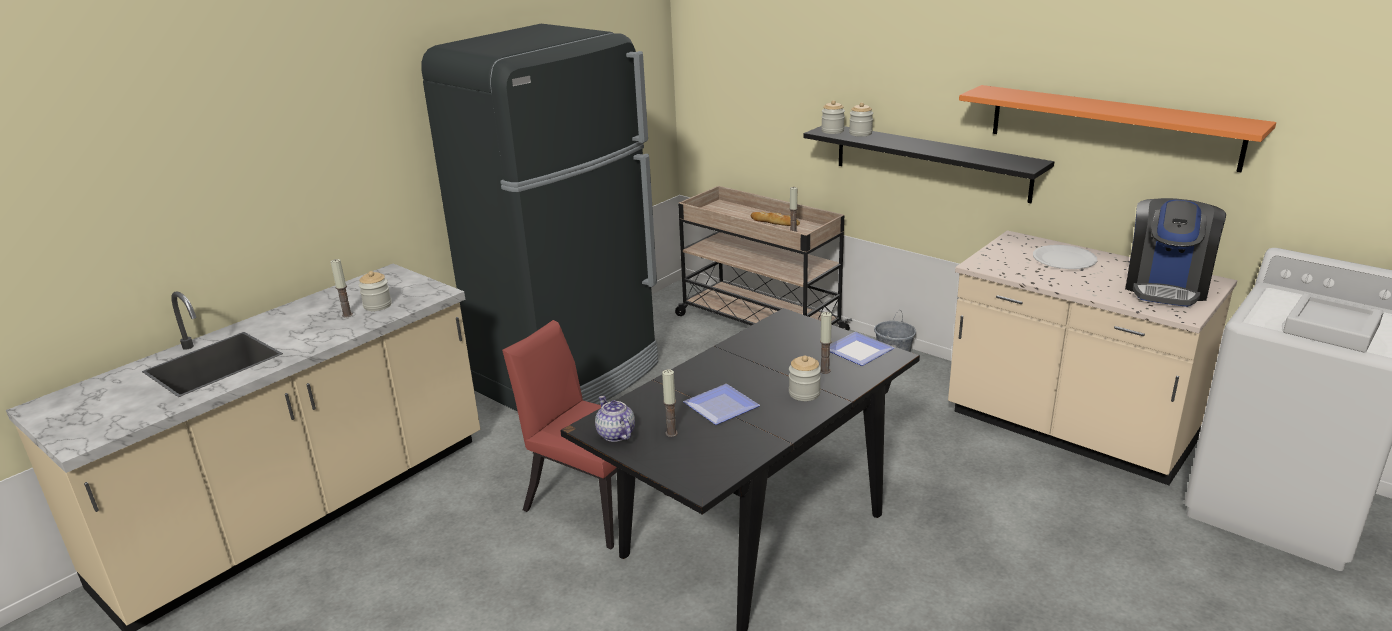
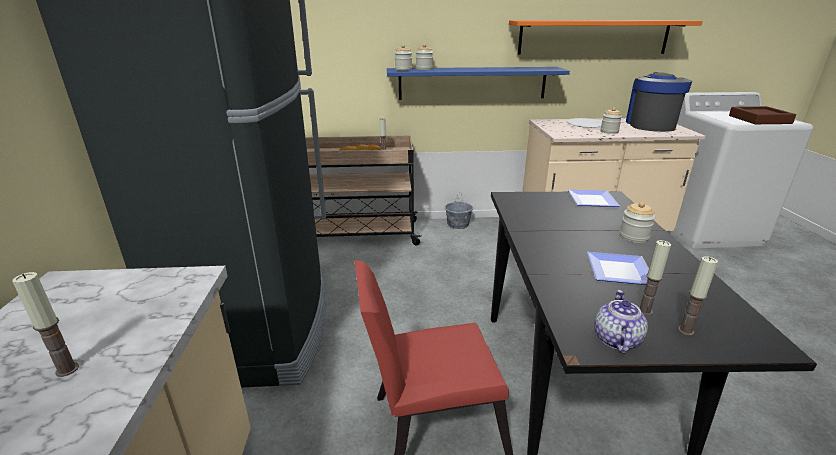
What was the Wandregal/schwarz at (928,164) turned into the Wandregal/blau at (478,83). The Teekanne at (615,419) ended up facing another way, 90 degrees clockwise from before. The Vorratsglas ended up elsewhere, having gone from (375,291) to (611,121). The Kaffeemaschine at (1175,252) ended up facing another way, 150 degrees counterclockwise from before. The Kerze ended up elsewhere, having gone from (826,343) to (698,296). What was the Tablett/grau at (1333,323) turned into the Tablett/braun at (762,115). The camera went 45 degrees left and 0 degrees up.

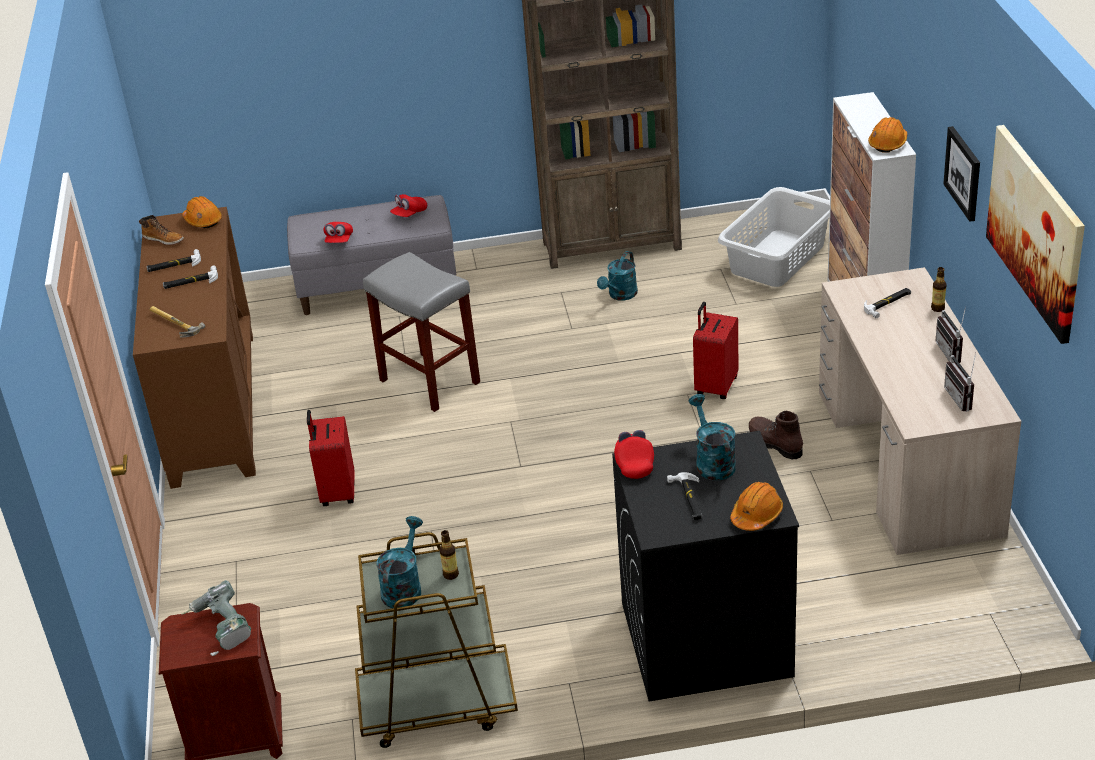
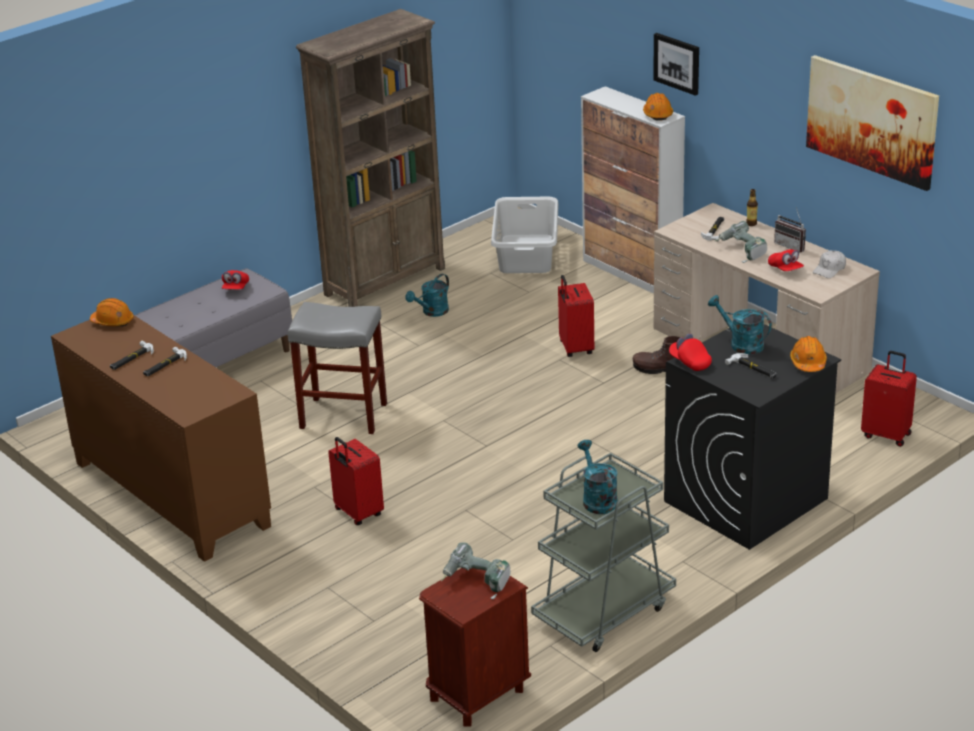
The Gießkanne/türkis at (617,275) ended up facing another way, 45 degrees clockwise from before. What was the Rollwagen/braun at (436,640) turned into the Rollwagen/grau at (603,552). The Bild ended up elsewhere, having gone from (961,174) to (676,64). The second view gained the Bohrmaschine at (741,242). The Kappe/rot ended up elsewhere, having gone from (338,232) to (786,260). Where the Radio stood at (960,382), the Kappe/weiß came to stand at (829,264). The second view gained the Koffer/rot at (889,399). The second view lost the Stiefel at (161,230). The second view lost the Hammer at (177,322). The second view lost the Flasche at (449,555). The camera went 35 degrees left and 5 degrees down.

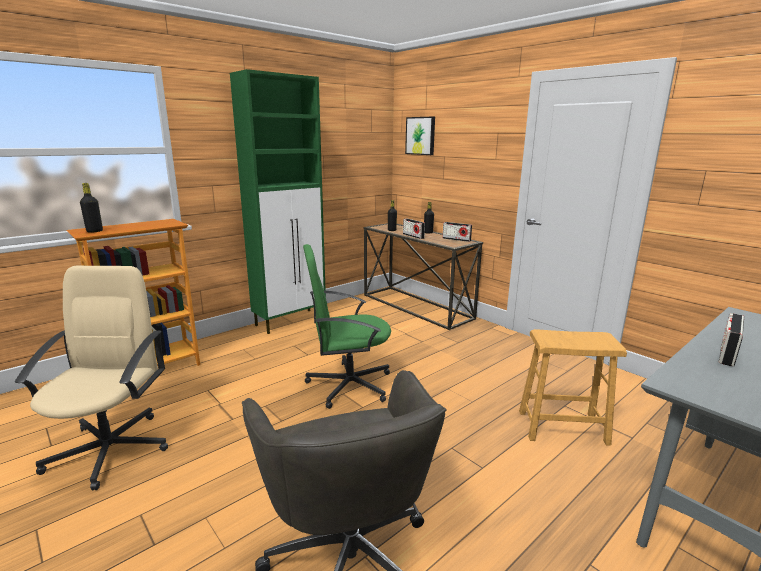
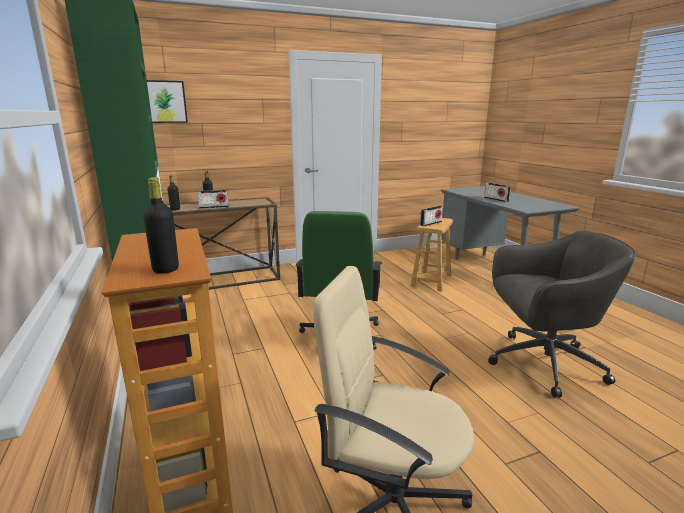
The Radio ended up elsewhere, having gone from (457,232) to (431,216). The camera went 70 degrees left and 0 degrees up.

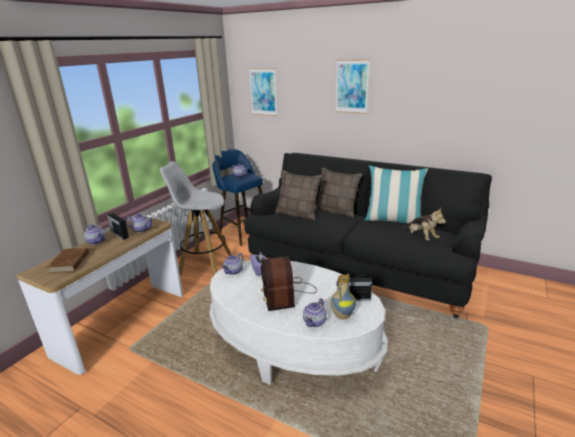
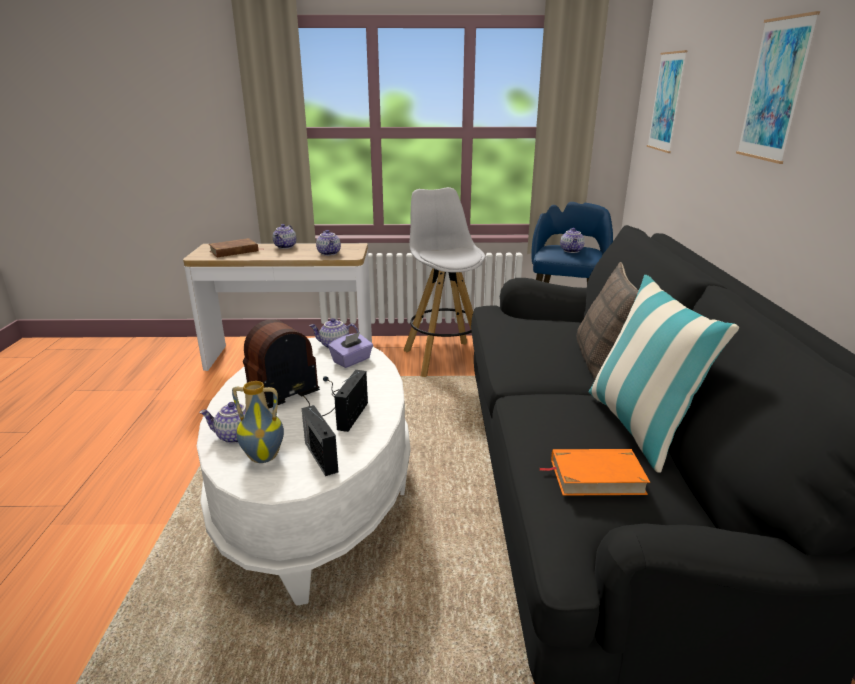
The Radio ended up elsewhere, having gone from (118,226) to (351,401). Where the Plüschtier stood at (424,224), the Buch/orange came to stand at (595,472). The second view lost the Kissen at (298,195). The camera went 60 degrees right and 0 degrees up.

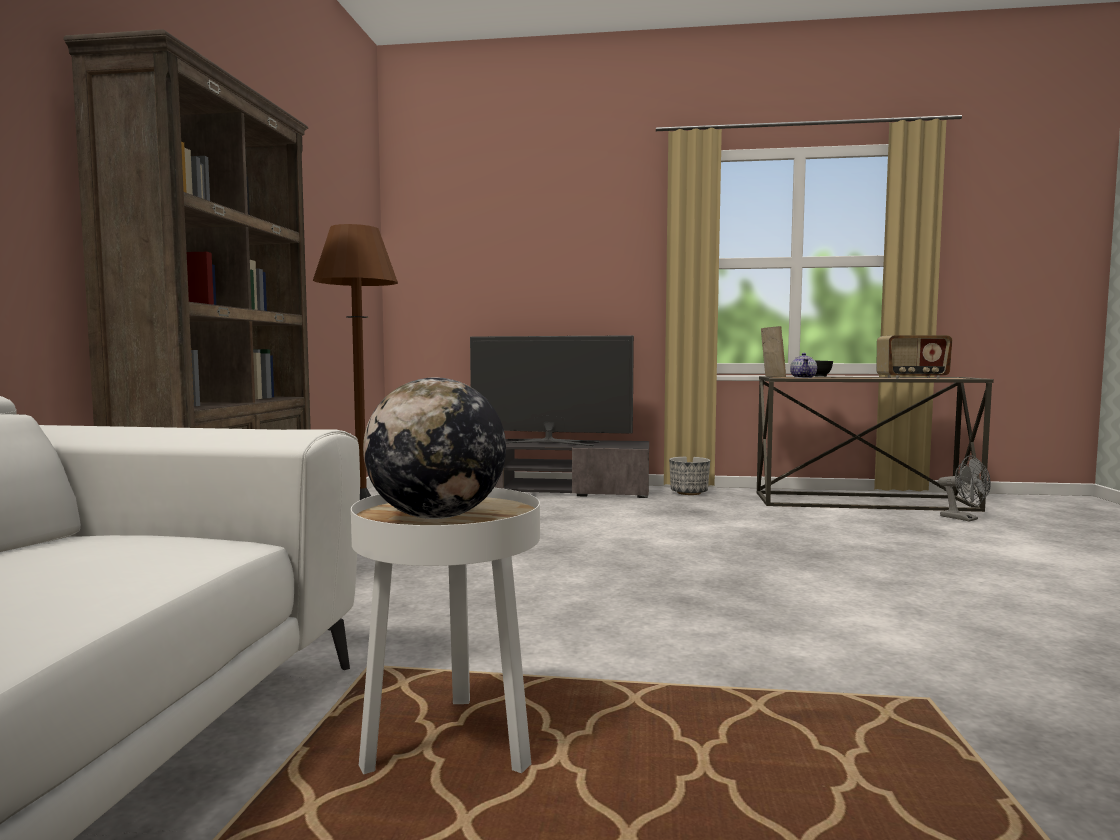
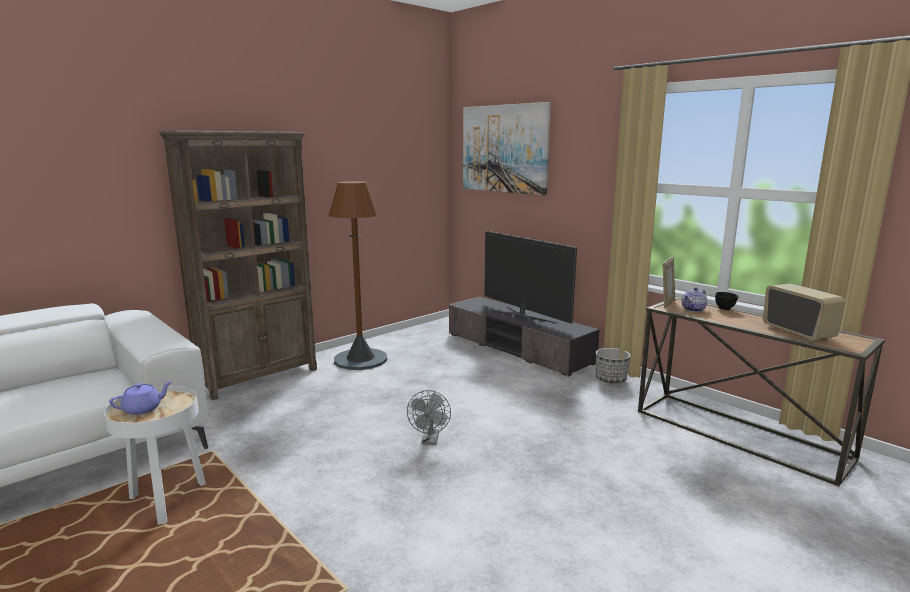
Where the Globus stood at (434,448), the Teekanne/lila came to stand at (140,398). The Ventilator/grau ended up elsewhere, having gone from (964,488) to (429,417). The second view gained the Bild at (507,148). The Radio at (914,357) ended up facing another way, 150 degrees counterclockwise from before. The camera went 40 degrees right and 10 degrees up.

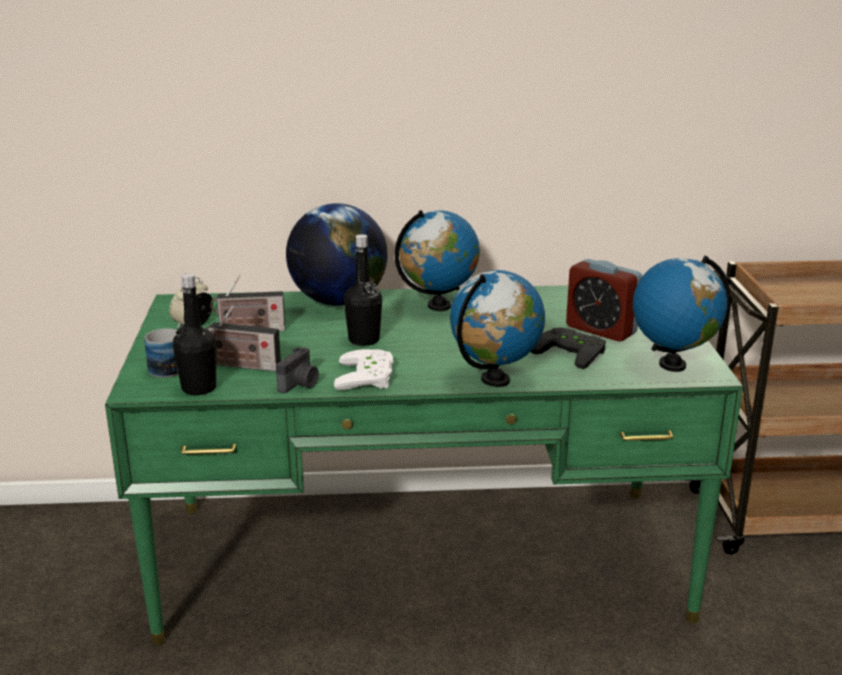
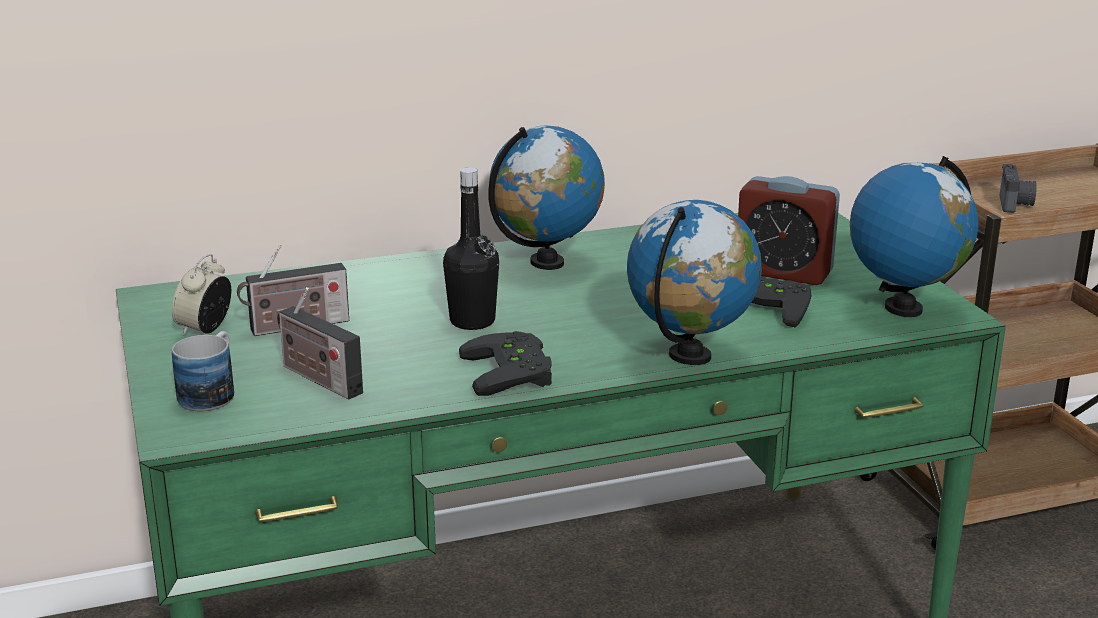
The Radio at (243,339) ended up facing another way, 45 degrees clockwise from before. What was the Gamepad/weiß at (363,369) turned into the Gamepad/schwarz at (505,363). The Kamera ended up elsewhere, having gone from (297,370) to (1018,188). The second view lost the Flasche/schwarz at (194,334). The second view lost the Globus at (337,254). The camera went 15 degrees left and 0 degrees up.

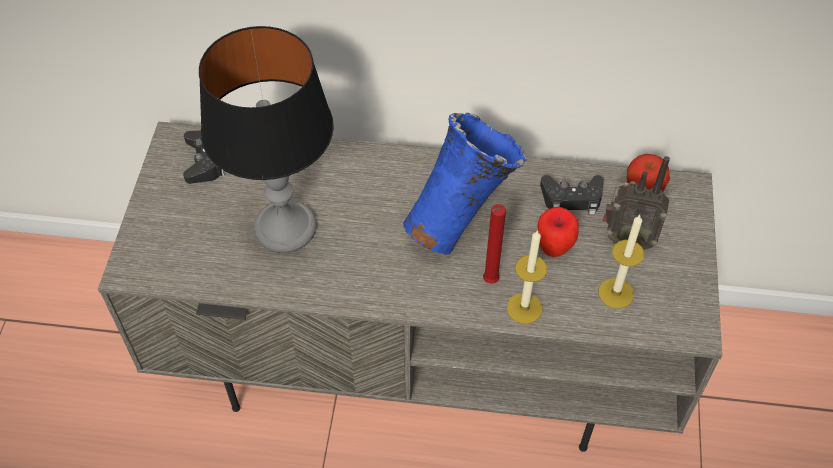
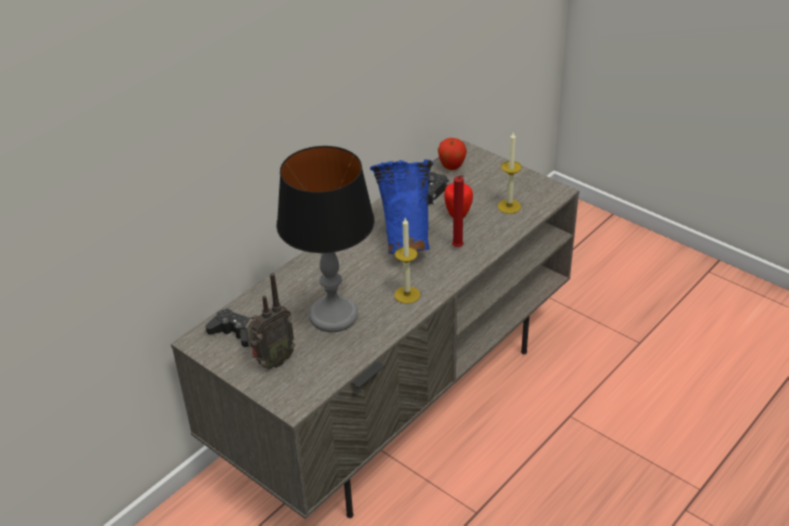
The Radio ended up elsewhere, having gone from (636,203) to (270,321). The Kerze ended up elsewhere, having gone from (527,277) to (407,261). The camera went 55 degrees left and 15 degrees down.

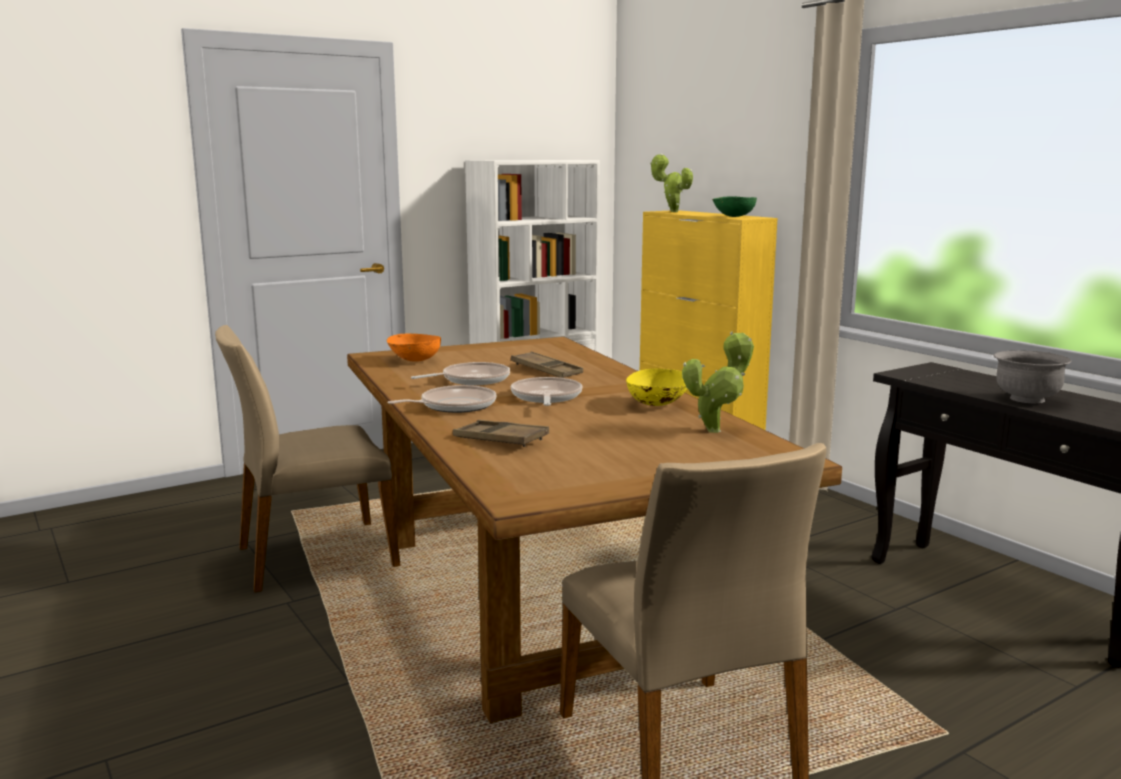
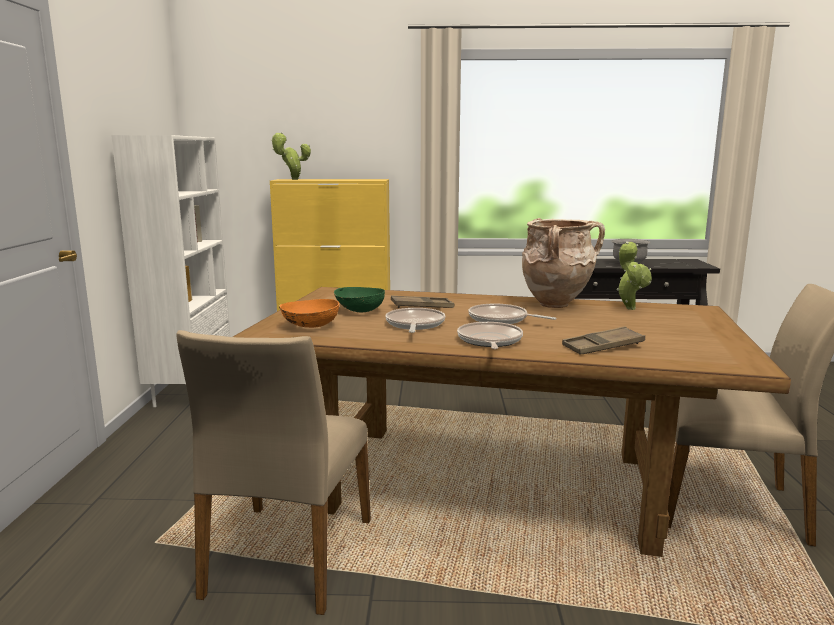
The Schüssel/grün ended up elsewhere, having gone from (734,206) to (359,299). Where the Schüssel/gelb stood at (656,387), the Vase/beige came to stand at (563,263). The camera went 55 degrees left and 0 degrees up.

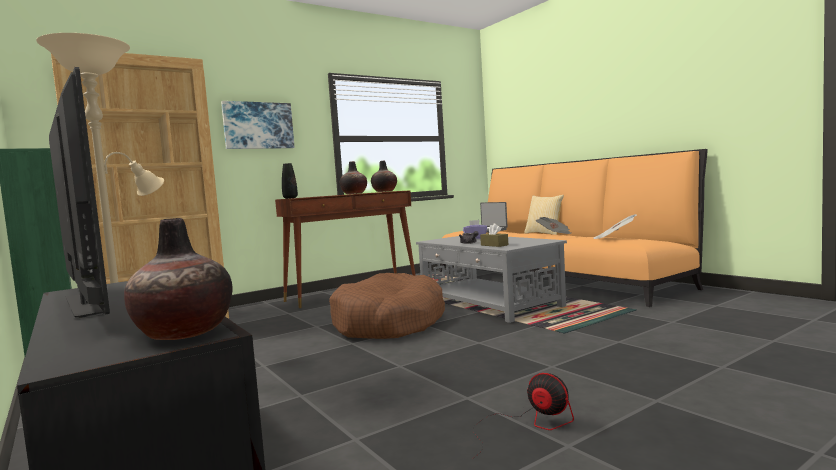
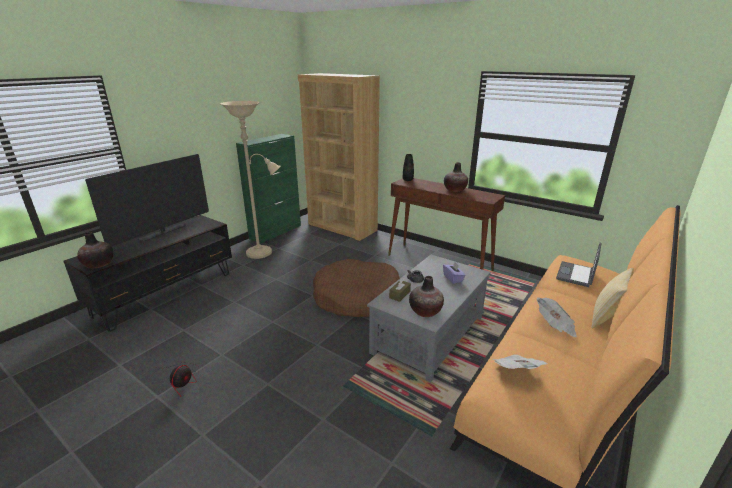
The Vase ended up elsewhere, having gone from (384,176) to (426,296). The second view lost the Bild at (258,125). The camera went 70 degrees right and 20 degrees up.

